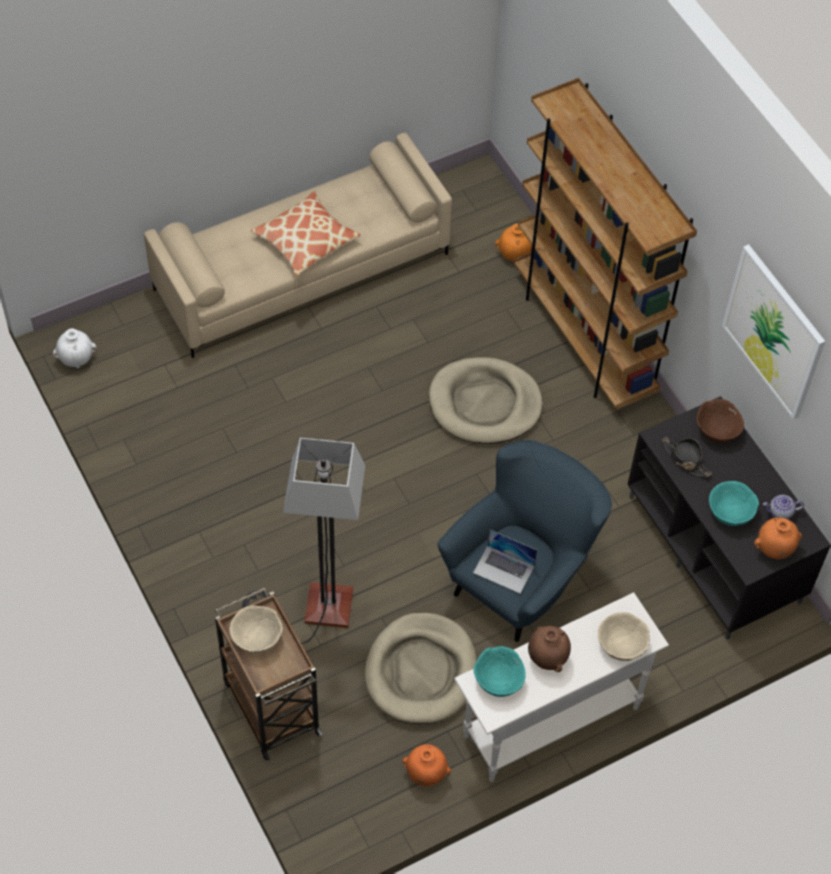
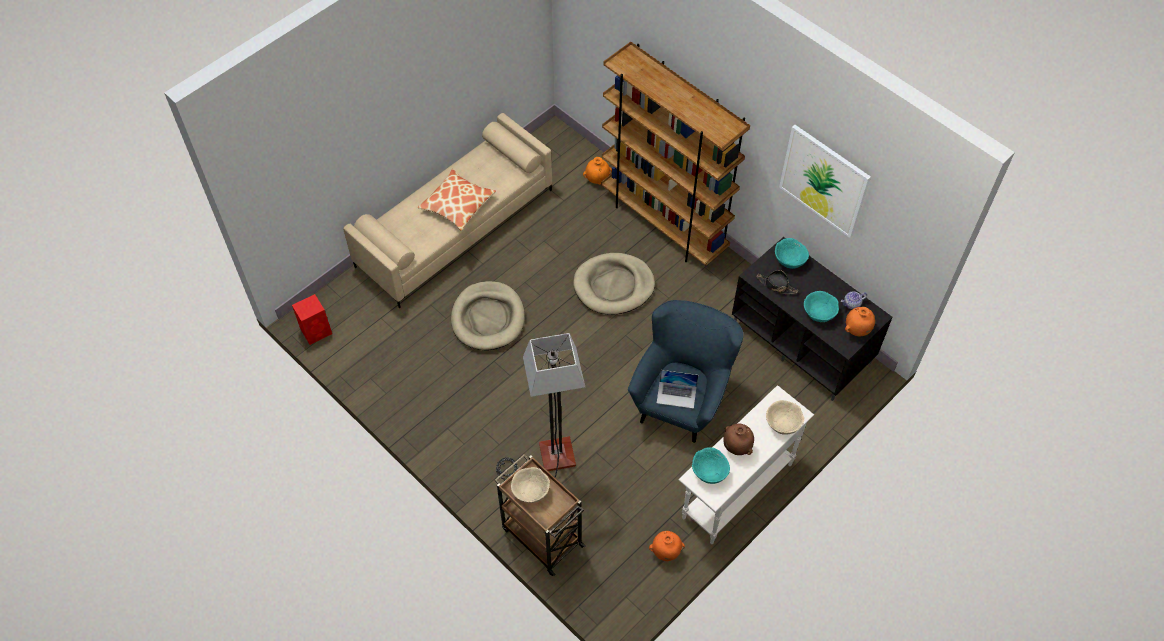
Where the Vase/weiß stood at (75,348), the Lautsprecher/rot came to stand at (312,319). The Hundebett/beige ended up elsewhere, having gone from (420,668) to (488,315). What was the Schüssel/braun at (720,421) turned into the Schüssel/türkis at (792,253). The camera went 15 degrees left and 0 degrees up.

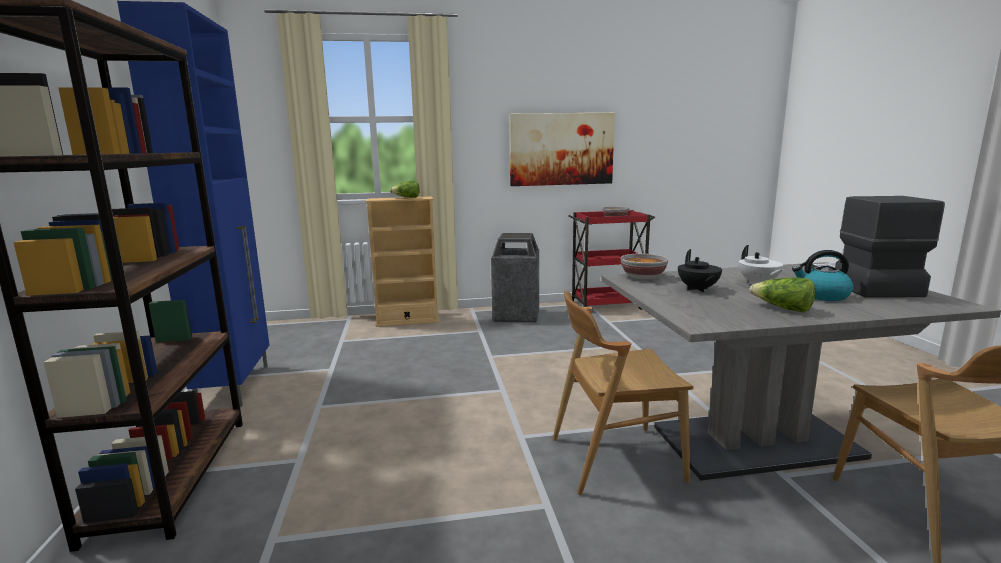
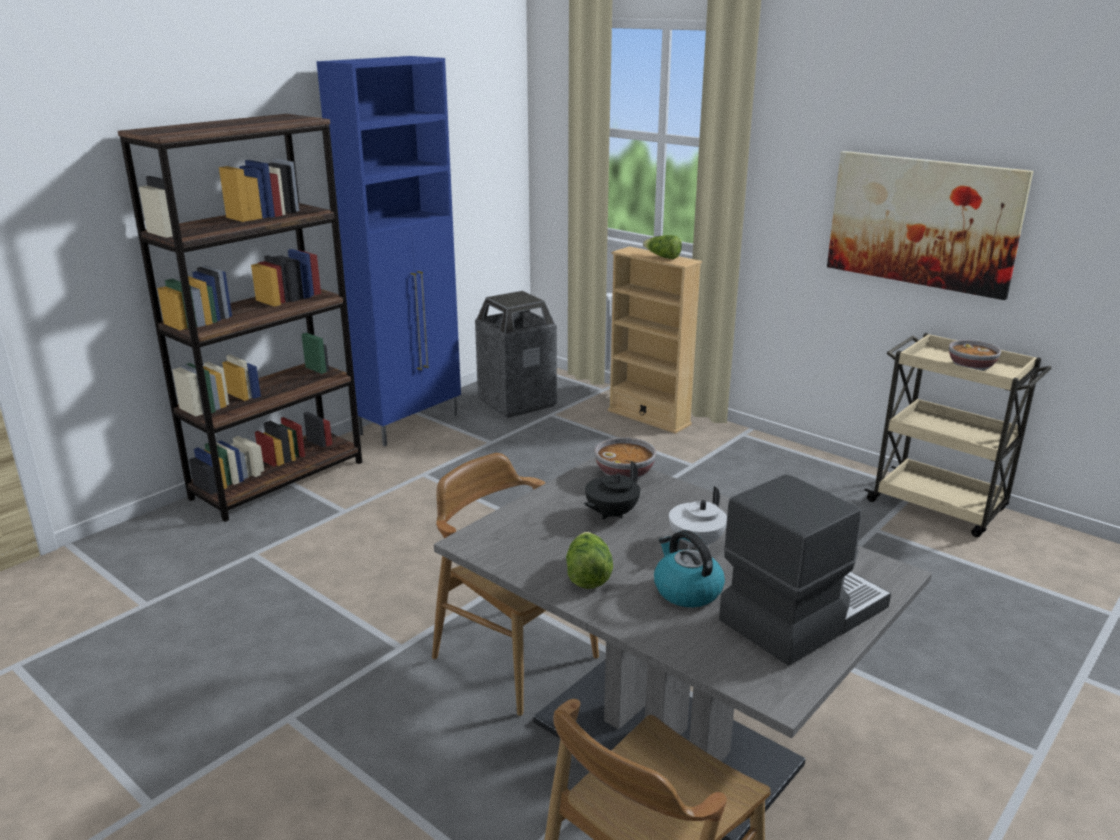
The Mülleimer ended up elsewhere, having gone from (515,278) to (516,354). What was the Rollwagen/rot at (611,260) turned into the Rollwagen/beige at (957,435). The camera went 50 degrees right and 10 degrees up.

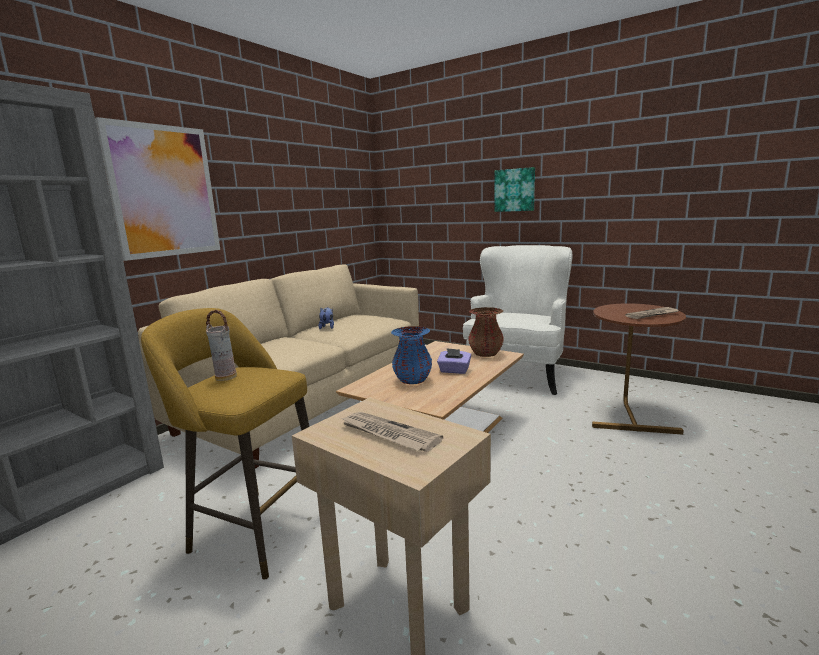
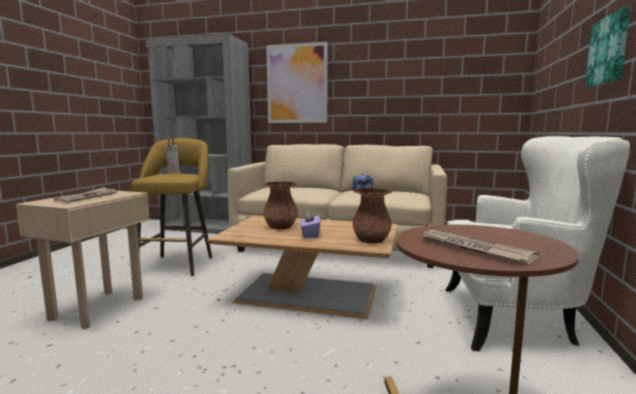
What was the Vase/blau at (411,355) turned into the Vase/braun at (280,205). The camera went 70 degrees right and 5 degrees down.

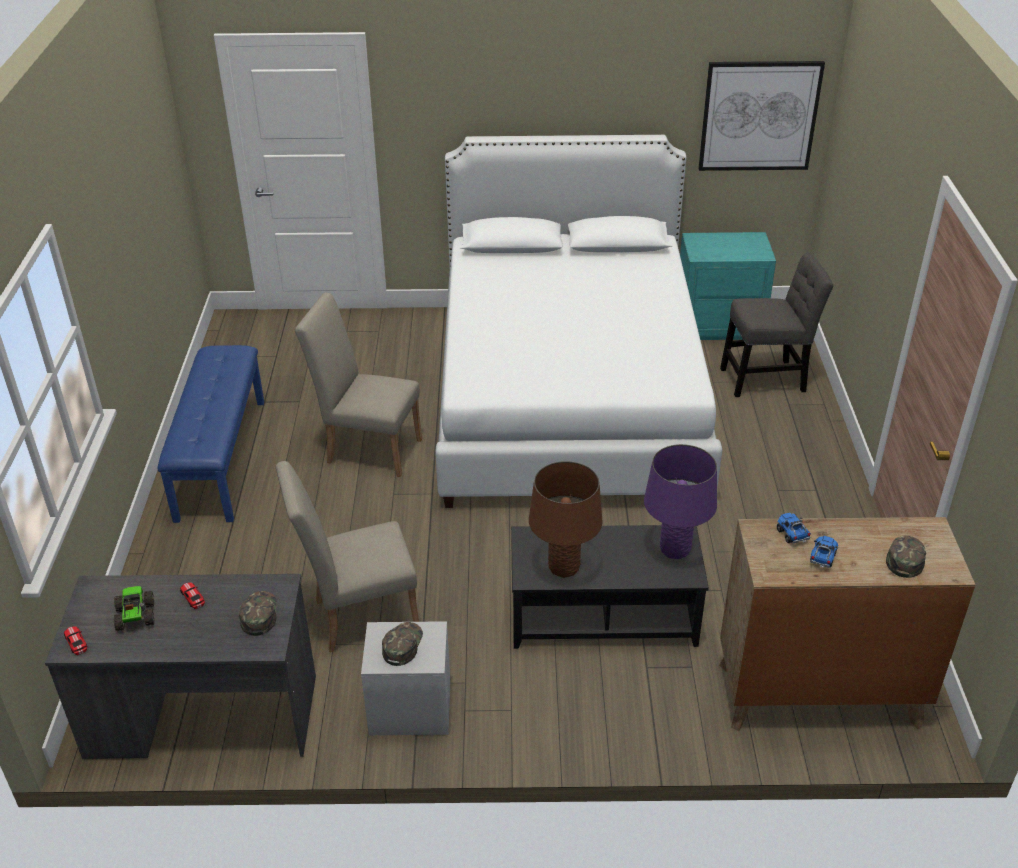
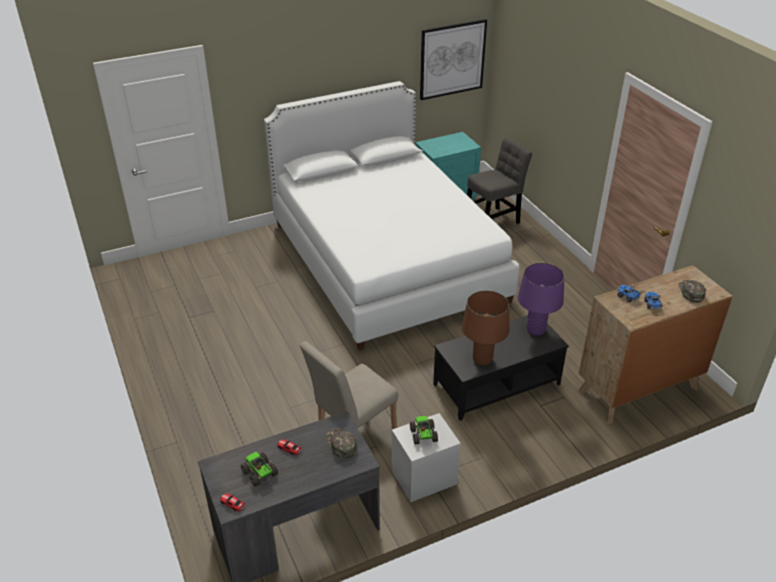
Where the Kappe/grün stood at (402,644), the Spielzeuglaster came to stand at (424,430). The second view lost the Bank/blau at (211,434). The second view lost the Stuhl/beige at (358,385). The camera went 25 degrees left and 0 degrees up.

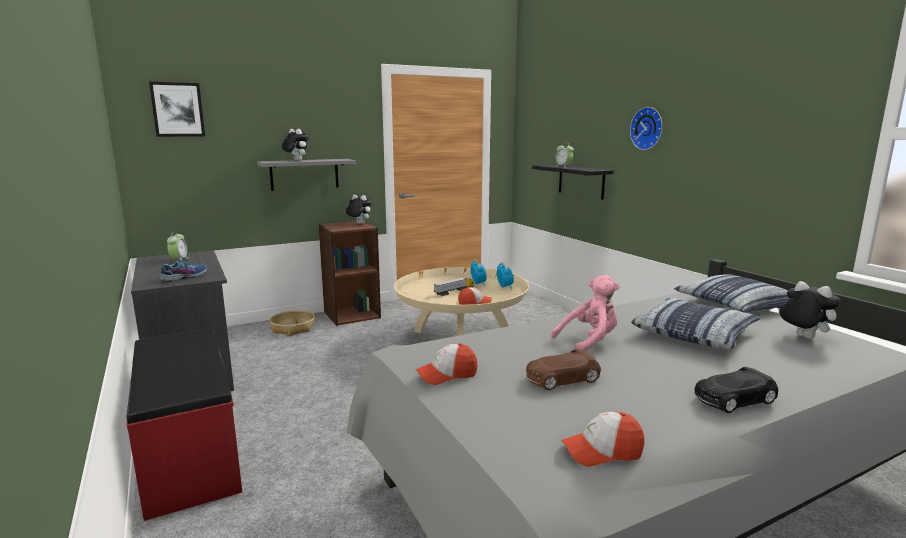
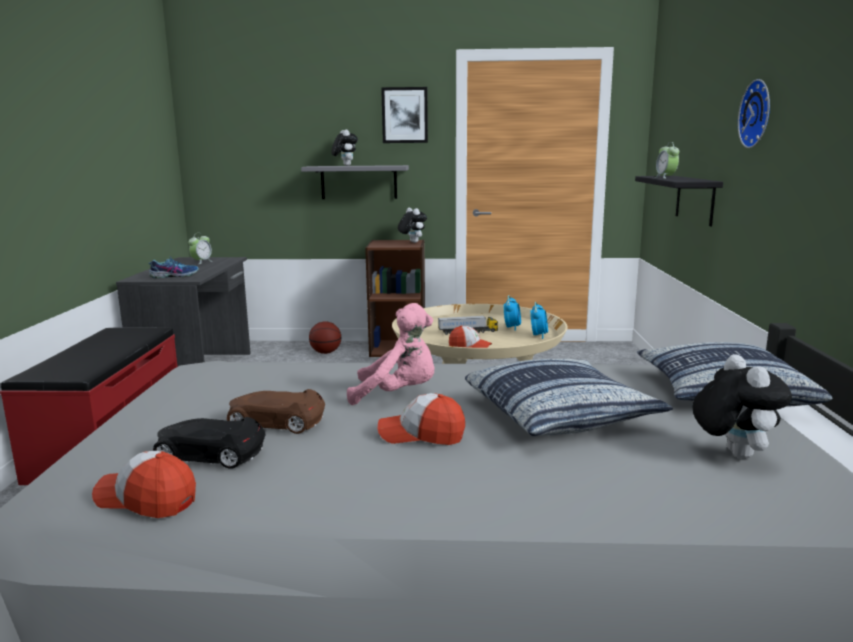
The Spielzeugauto/schwarz ended up elsewhere, having gone from (736,390) to (209,443). Where the Korb stood at (292,323), the Basketball came to stand at (325,337). The Kappe ended up elsewhere, having gone from (446,364) to (421,419). The Bild ended up elsewhere, having gone from (177,109) to (404,115). The camera went 30 degrees right and 0 degrees up.

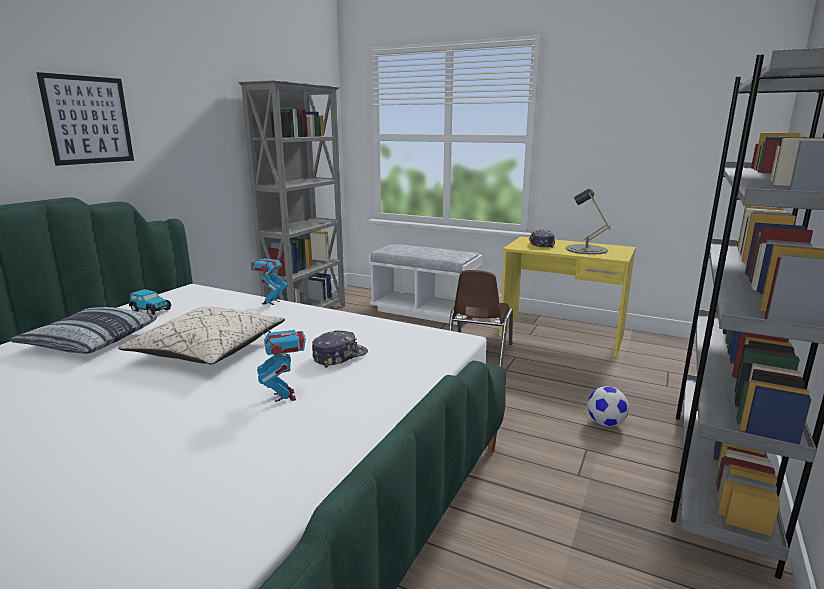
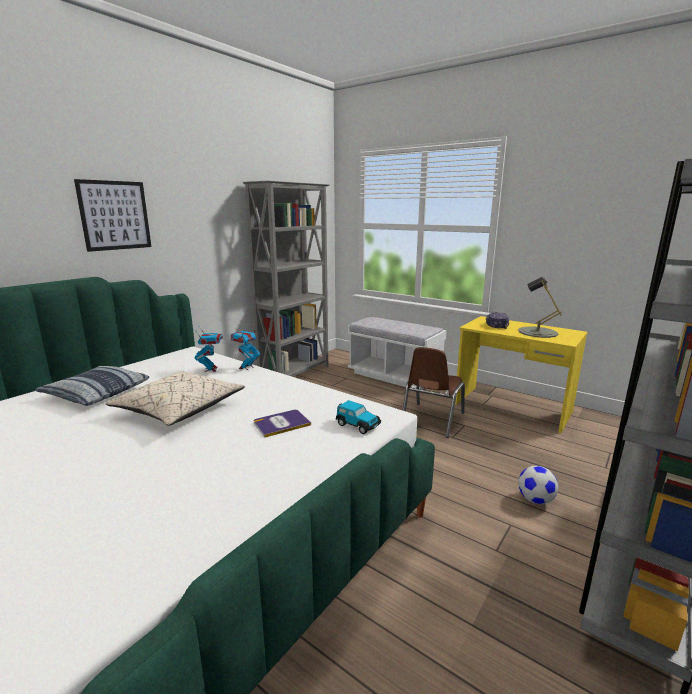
The Spielzeugroboter ended up elsewhere, having gone from (281,360) to (209,350). Where the Kappe stood at (340,349), the Buch came to stand at (282,424). The Spielzeugauto ended up elsewhere, having gone from (150,302) to (358,417). The camera went 10 degrees right and 0 degrees up.

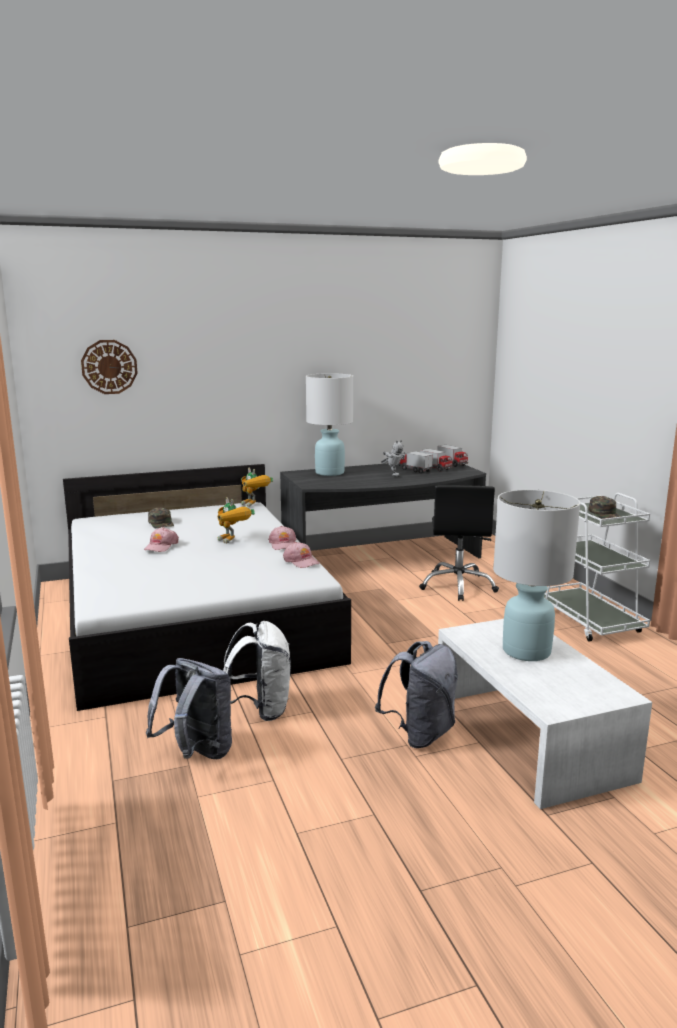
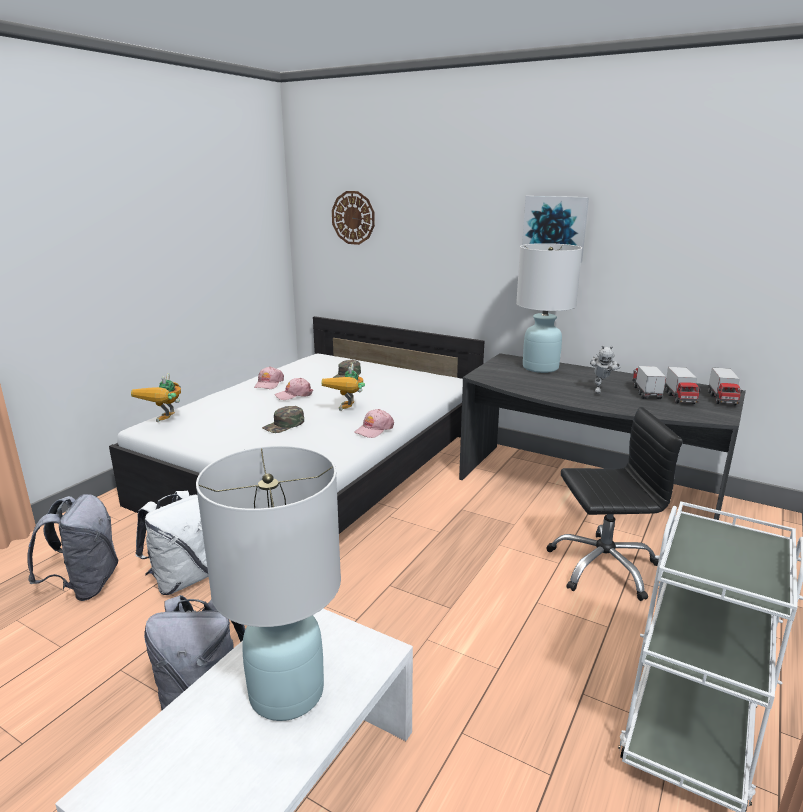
The Spielzeugroboter ended up elsewhere, having gone from (257,487) to (156,397). The Kappe/rosa ended up elsewhere, having gone from (301,555) to (269,377). The Kappe/grün ended up elsewhere, having gone from (605,507) to (283,419). The second view gained the Bild at (555,229). The Bürostuhl/schwarz at (459,543) ended up facing another way, 150 degrees counterclockwise from before. The camera went 50 degrees right and 5 degrees up.

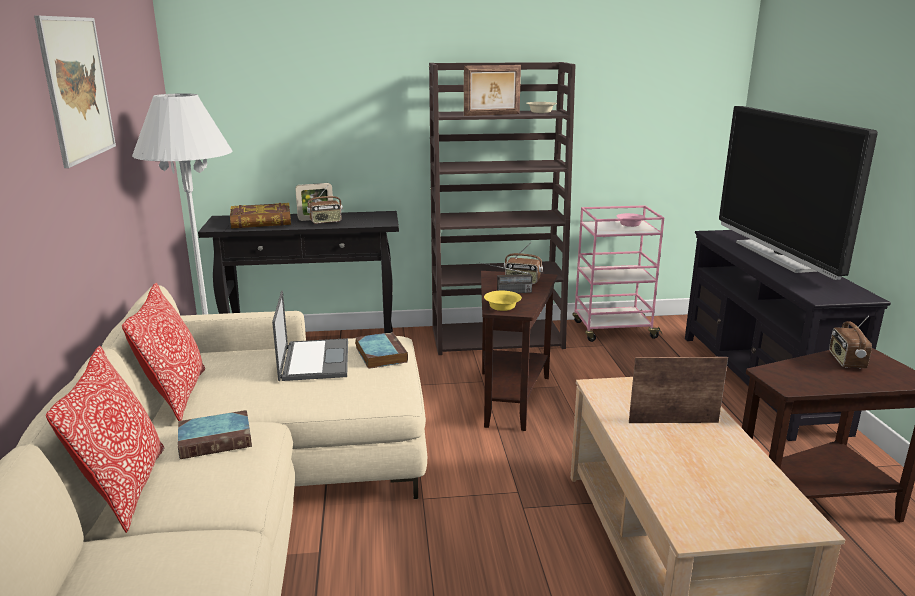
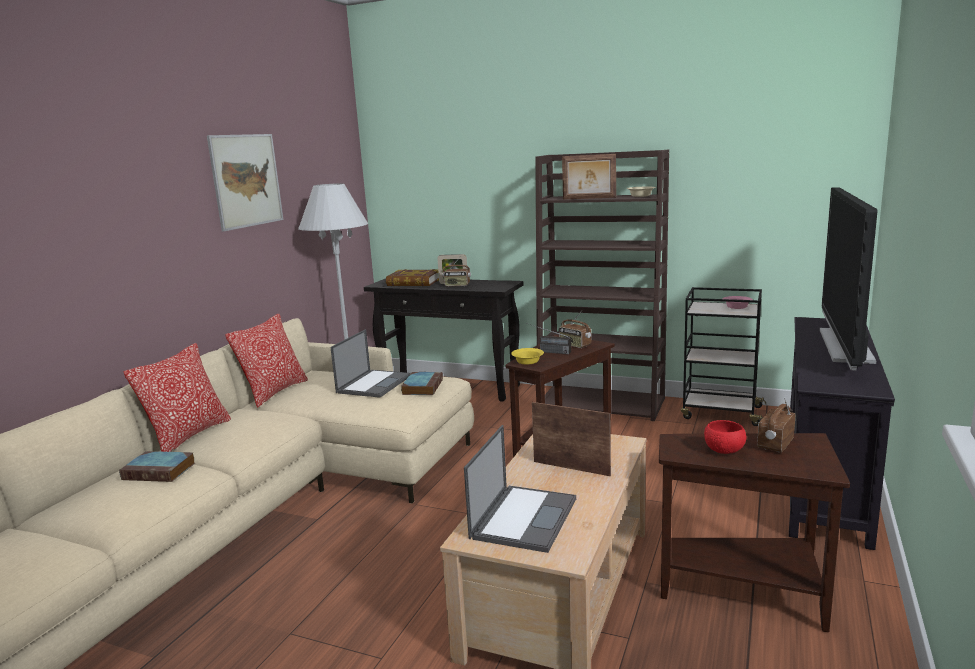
The Buch ended up elsewhere, having gone from (215,434) to (157,466). The second view gained the Laptop at (520,489). What was the Rollwagen/rosa at (618,273) turned into the Rollwagen/schwarz at (723,356). The second view gained the Schüssel/rot at (725,437). The camera went 30 degrees right and 5 degrees down.

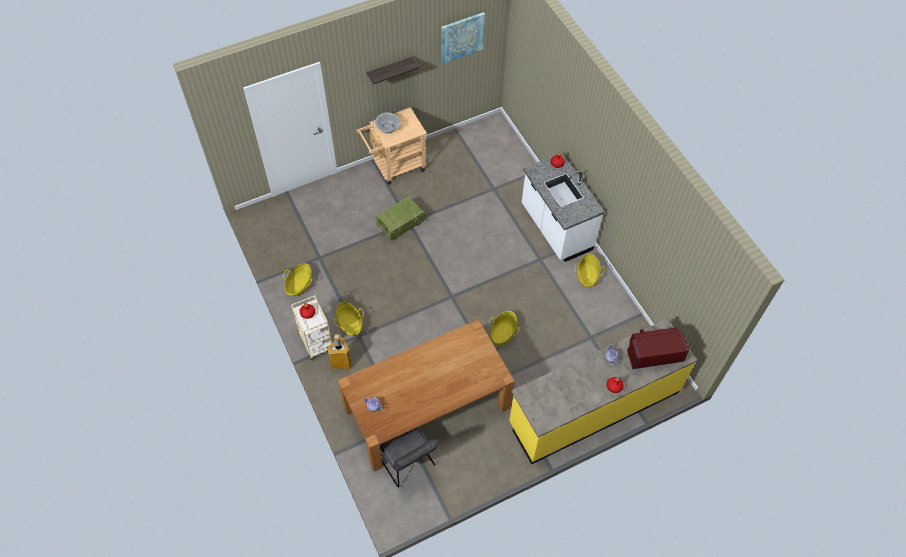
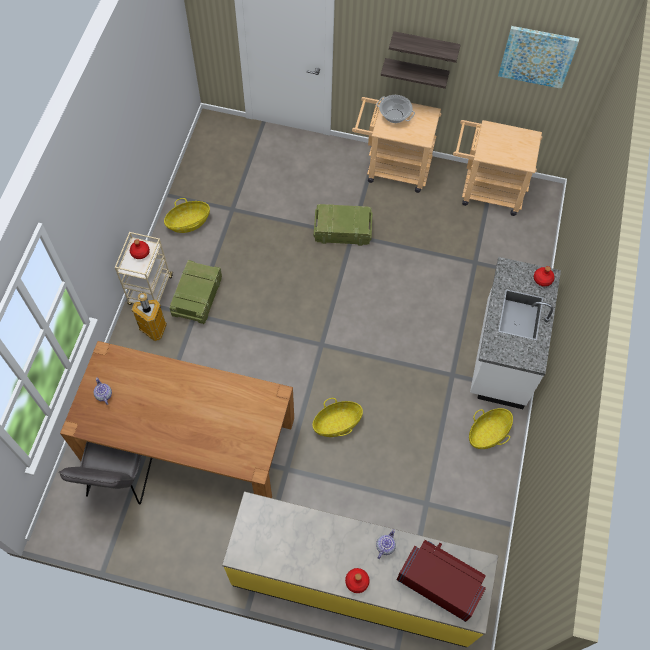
Where the Korb stood at (349,319), the Kiste came to stand at (195,292). The second view gained the Wandregal at (415,73). The second view gained the Rollwagen/beige at (497,168). The camera went 40 degrees right and 5 degrees up.

